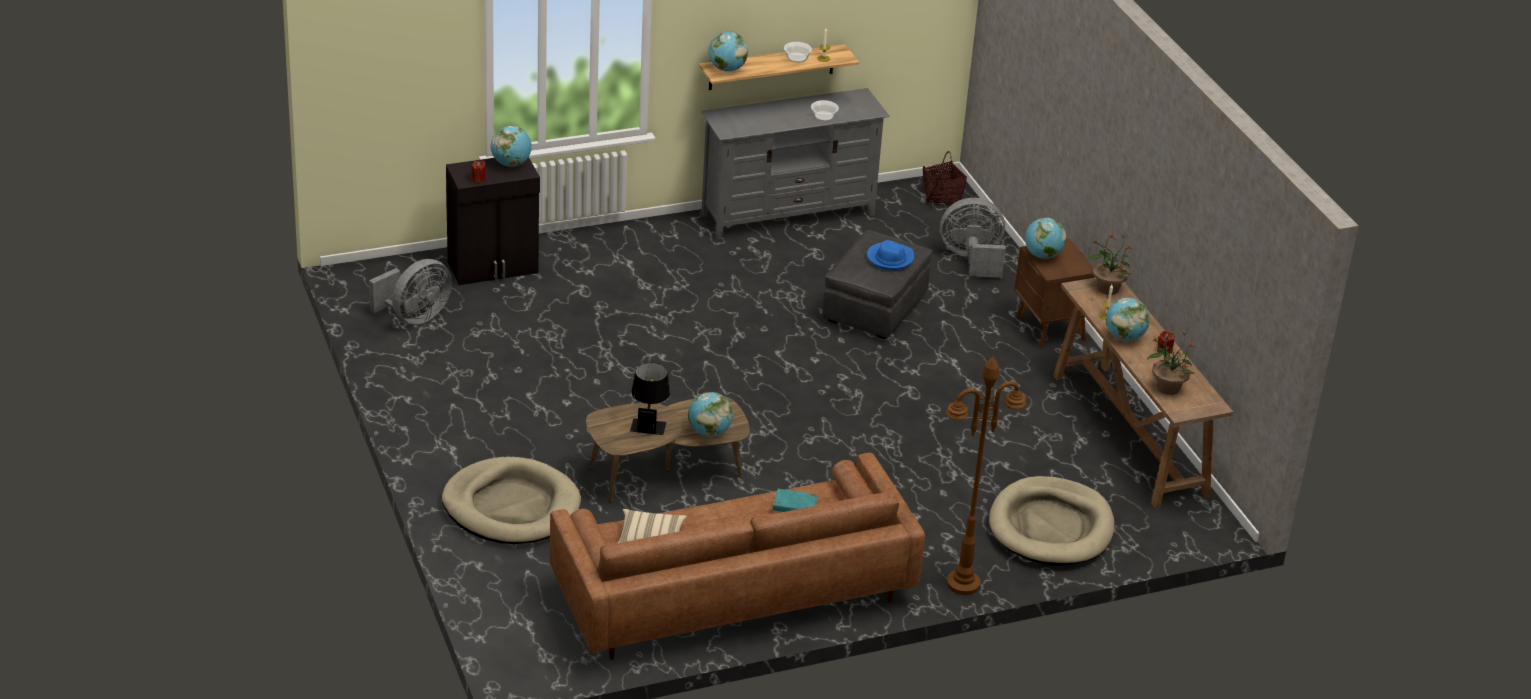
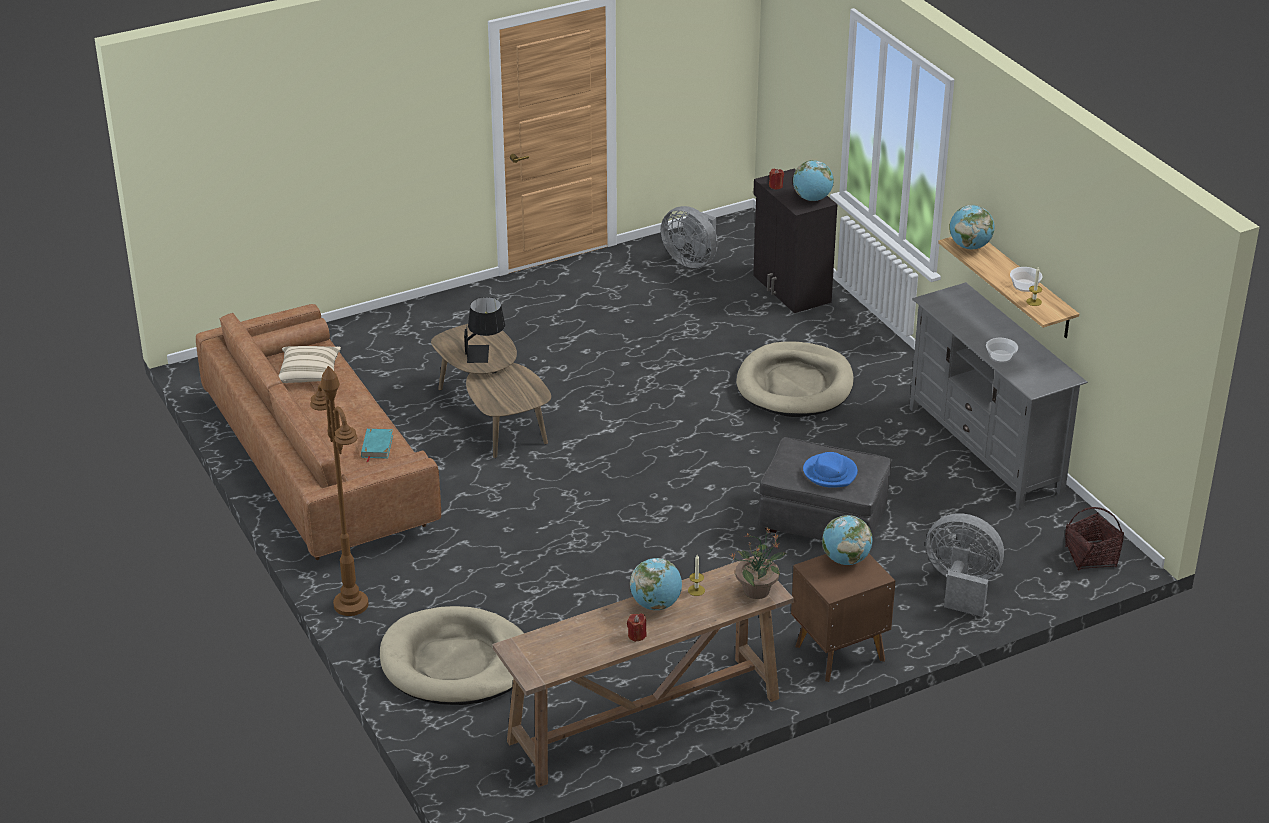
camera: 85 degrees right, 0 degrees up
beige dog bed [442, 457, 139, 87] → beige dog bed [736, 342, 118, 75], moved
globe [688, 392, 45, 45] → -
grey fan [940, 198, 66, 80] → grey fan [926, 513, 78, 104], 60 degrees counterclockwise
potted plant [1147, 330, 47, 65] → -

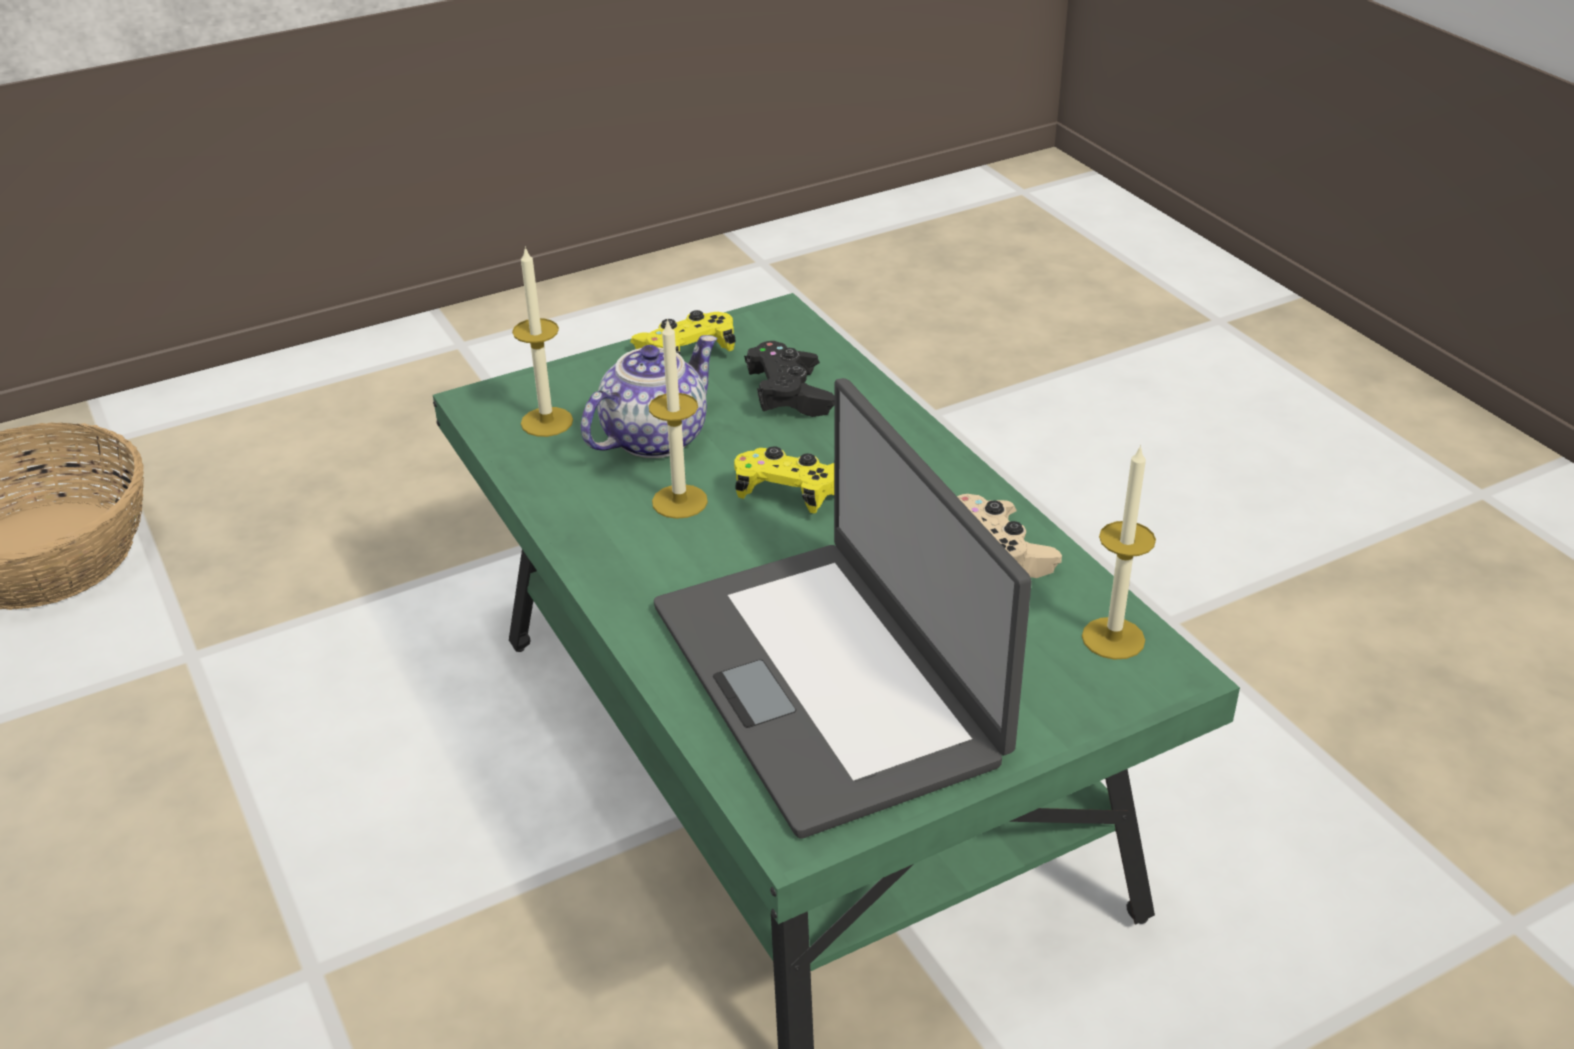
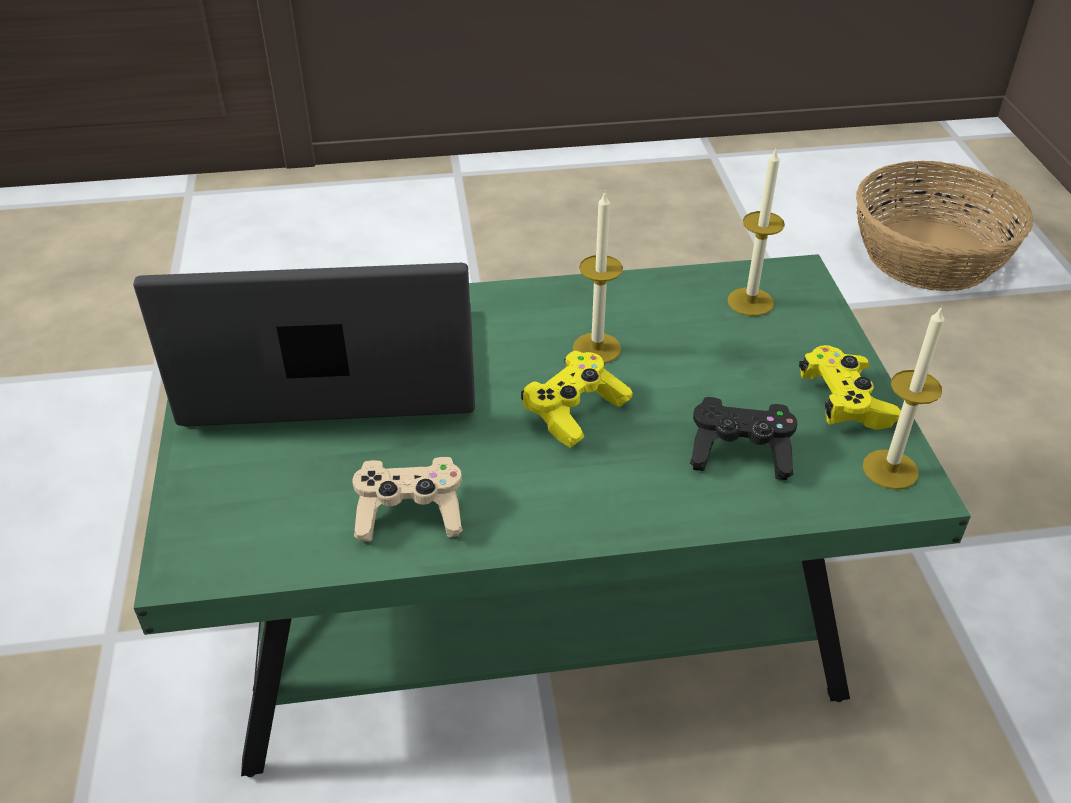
camera: 110 degrees right, 5 degrees up
teapot [581, 335, 136, 123] → -
candle [1082, 444, 74, 216] → candle [863, 306, 81, 184], moved

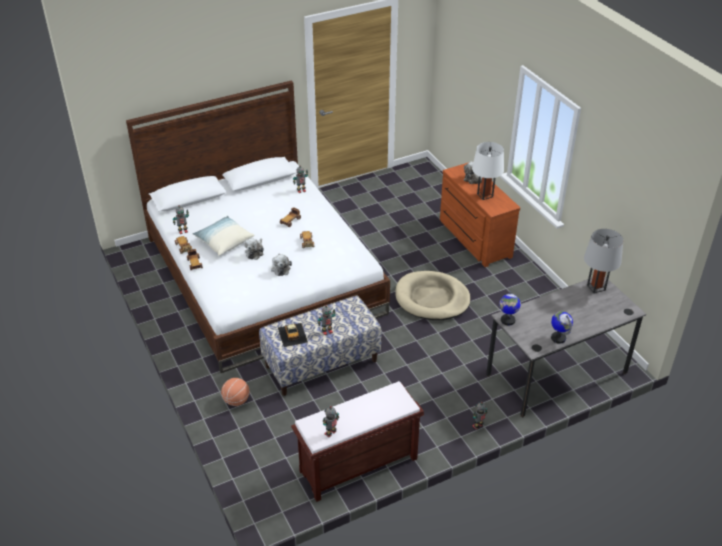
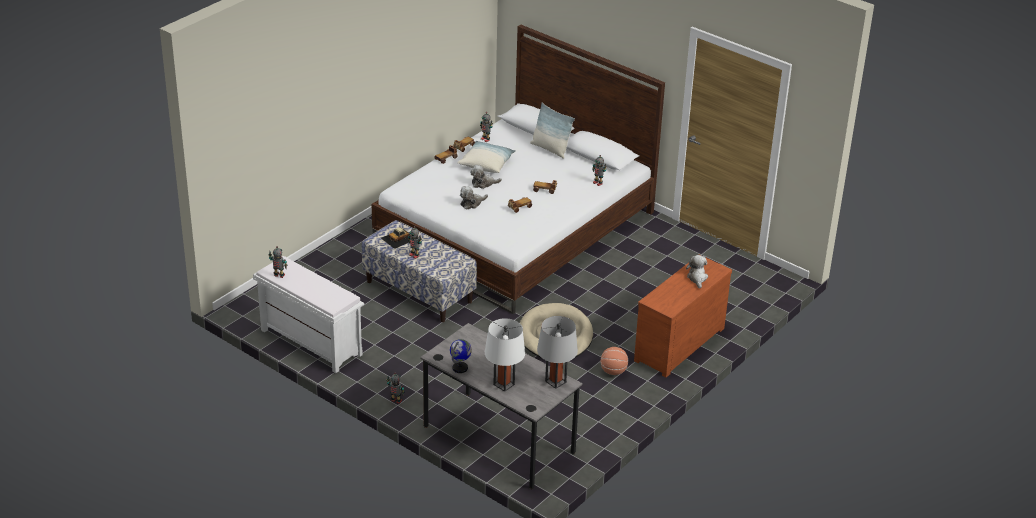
camera: 65 degrees right, 5 degrees down
basketball [221, 378, 29, 28] → basketball [601, 347, 27, 28], moved
brown bench [291, 381, 133, 121] → white bench [253, 256, 111, 117]
white table lamp [472, 142, 32, 58] → white table lamp [485, 318, 40, 74], moved
globe [499, 291, 21, 34] → -
- → pillow [530, 102, 45, 57]

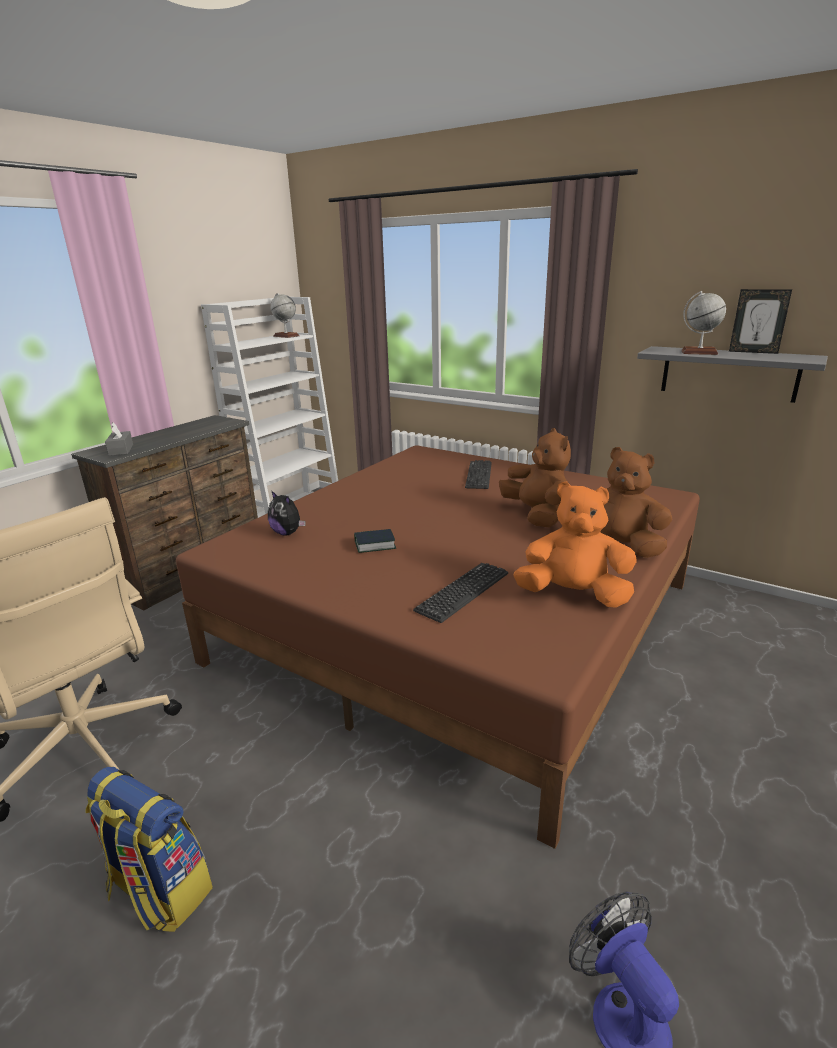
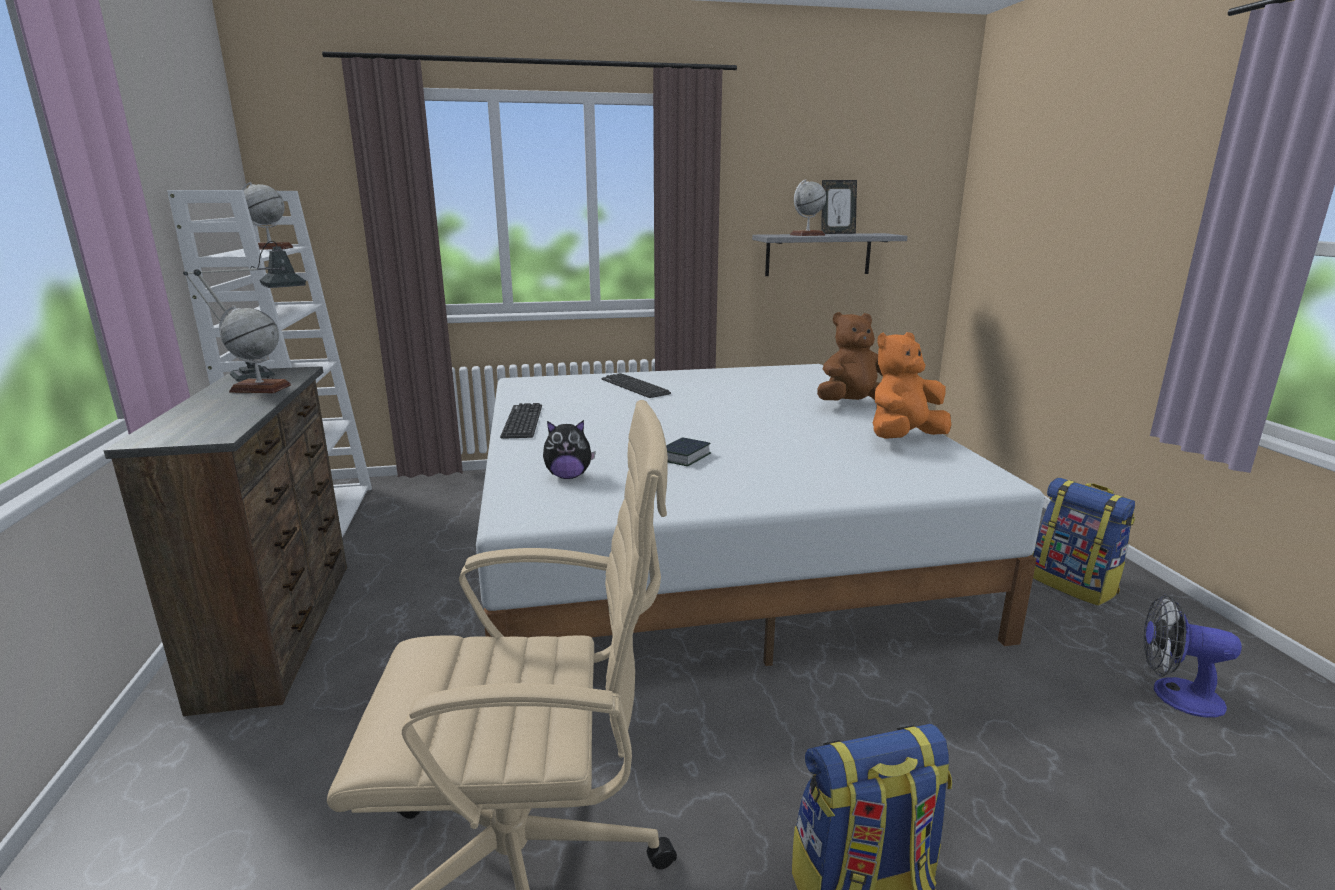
camera: 45 degrees left, 5 degrees down
grey tissue box [105, 423, 28, 33] → -
brown bed [176, 445, 524, 404] → white bed [476, 364, 568, 302]
keyboard [413, 563, 95, 60] → keyboard [500, 403, 42, 36], moved
brown plush toy [499, 428, 72, 100] → -
- → table lamp [183, 241, 123, 140]
- → globe [219, 305, 72, 88]
- → backpack [1032, 478, 103, 128]

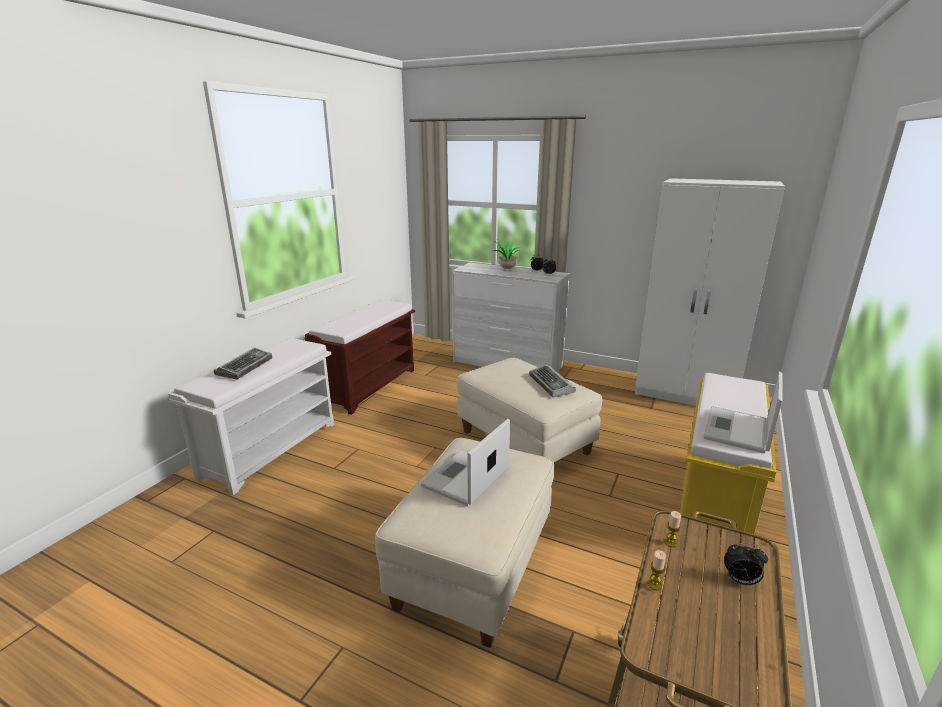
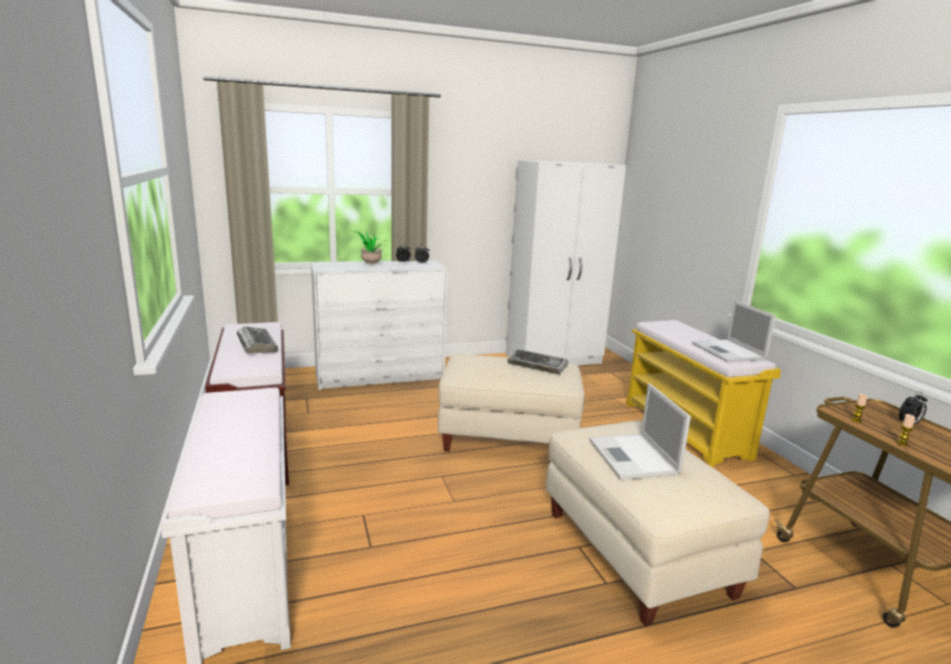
camera: 45 degrees left, 5 degrees down
keyboard [214, 347, 58, 33] → keyboard [237, 326, 41, 28], moved

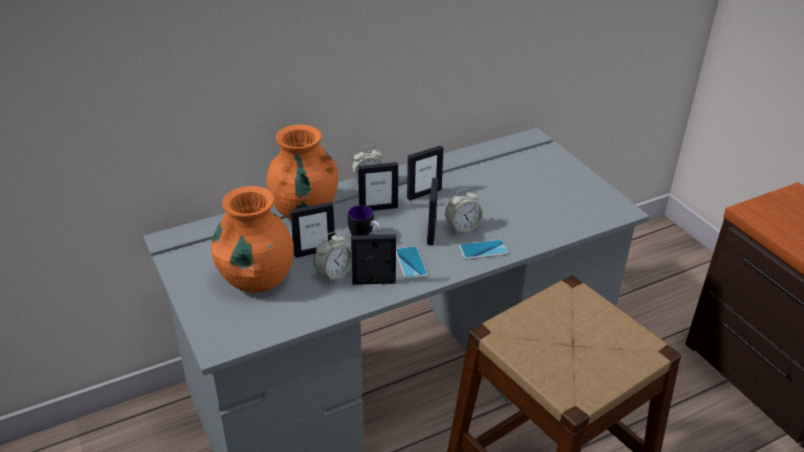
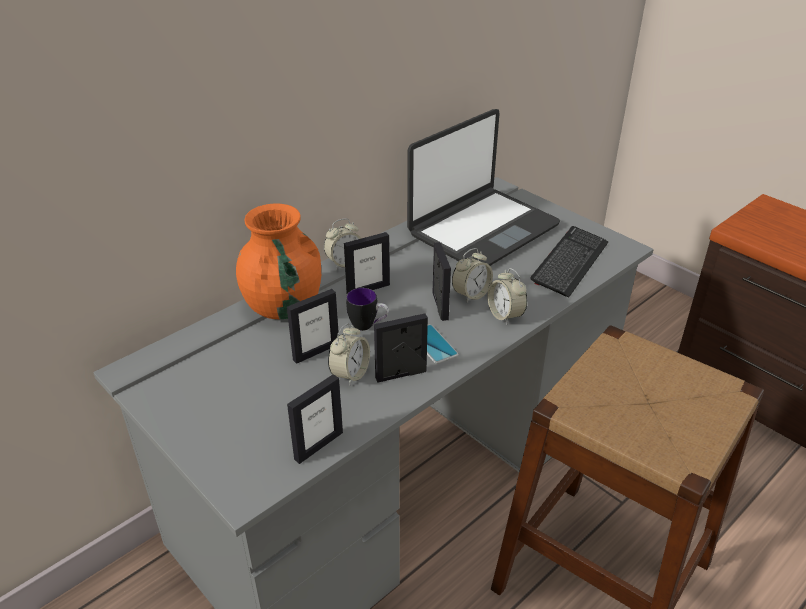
camera: 15 degrees left, 0 degrees up
orange vase [211, 186, 83, 107] → -
picture frame [407, 145, 37, 56] → picture frame [287, 374, 56, 90], moved
phone [459, 240, 50, 19] → alarm clock [487, 268, 40, 57]
- → laptop [407, 109, 153, 157]
- → keyboard [531, 226, 77, 72]

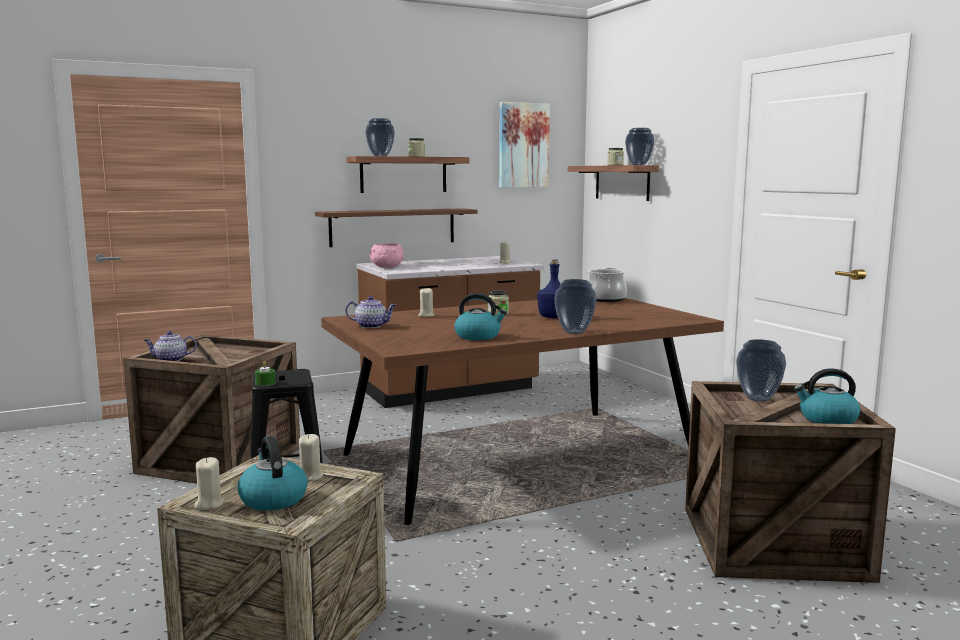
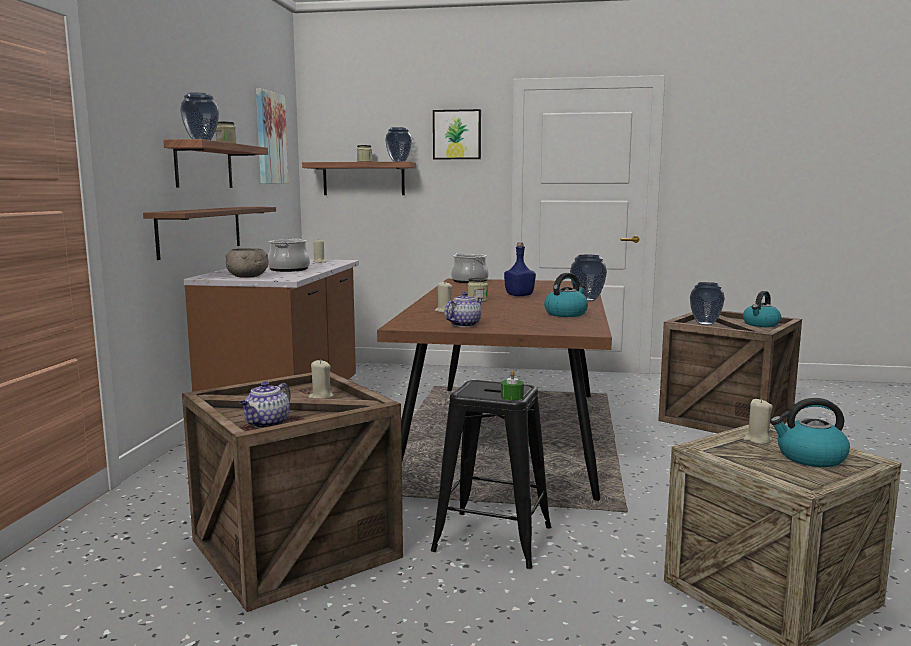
camera: 55 degrees left, 0 degrees up
beige candle [195, 457, 29, 53] → beige candle [308, 360, 26, 39], moved
pink bowl [369, 243, 35, 25] → grey bowl [225, 248, 44, 30]
- → cooking pot [268, 238, 42, 34]
- → picture [433, 109, 48, 50]

